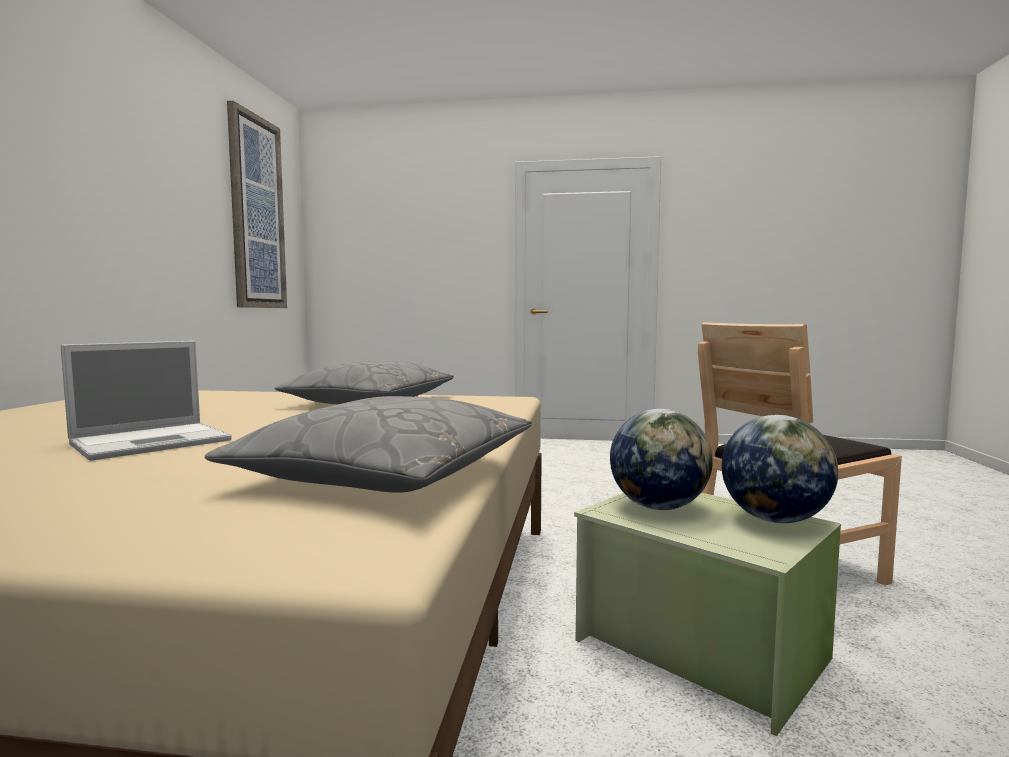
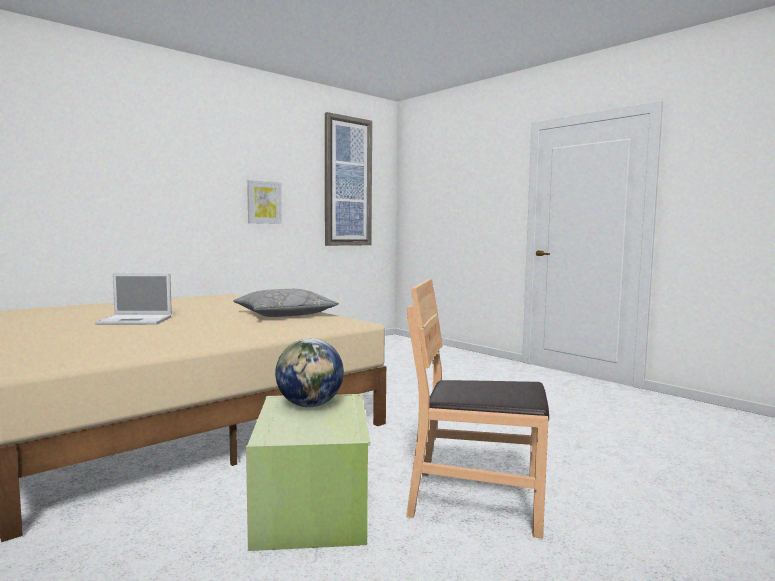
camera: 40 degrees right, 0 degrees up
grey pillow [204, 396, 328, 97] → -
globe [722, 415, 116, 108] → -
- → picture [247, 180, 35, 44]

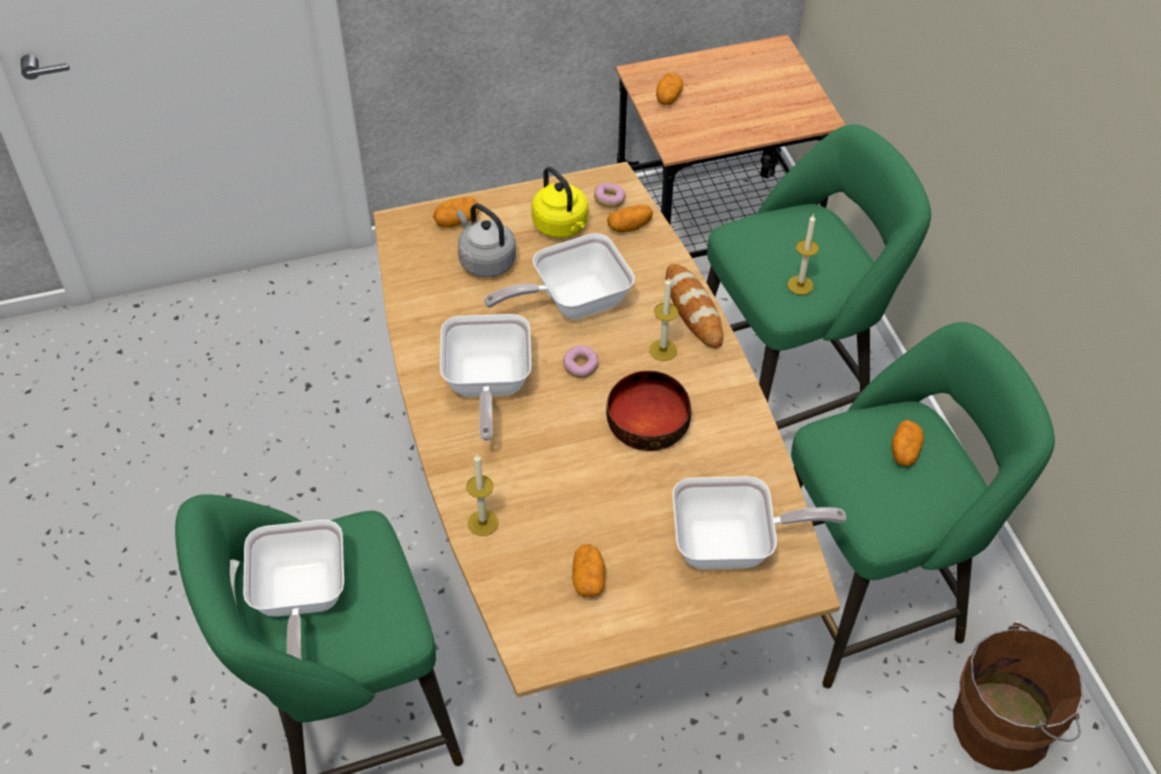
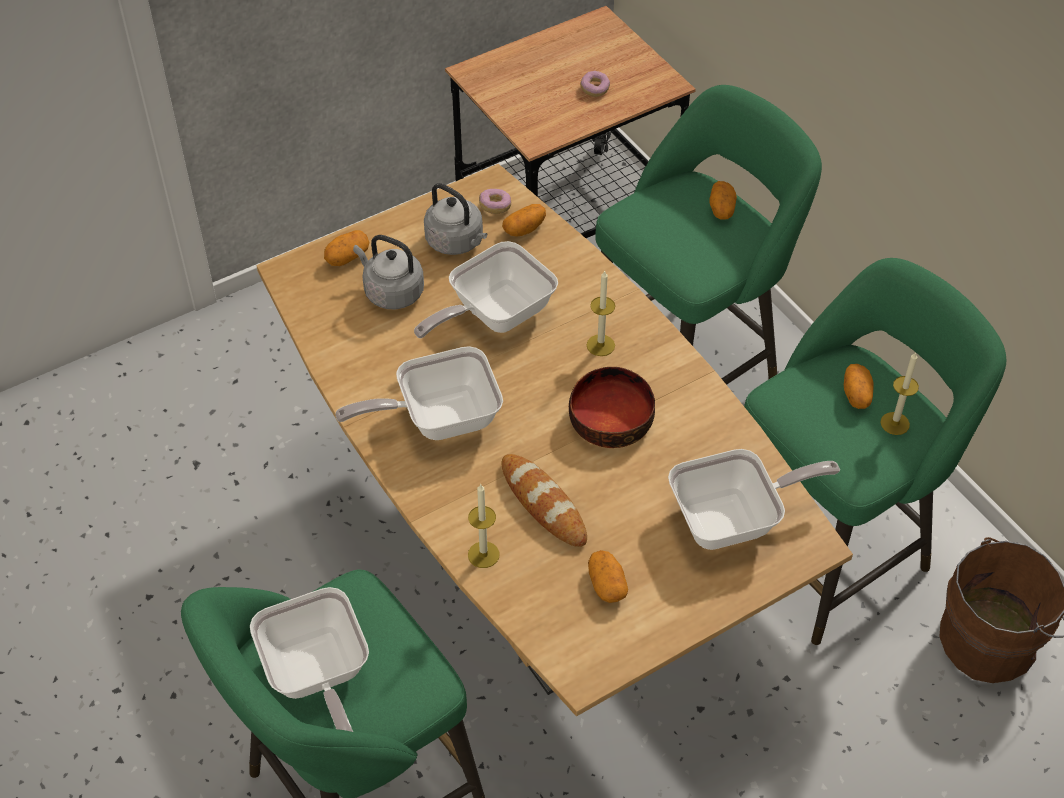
camera: 15 degrees left, 0 degrees up
frying pan [440, 314, 92, 127] → frying pan [335, 346, 168, 94], 90 degrees clockwise
yellow kettle [532, 167, 56, 71] → grey kettle [424, 183, 63, 72]
donut [563, 345, 36, 33] → donut [580, 71, 30, 26], moved
potato [656, 72, 27, 33] → potato [709, 181, 28, 38], moved
bread [666, 264, 57, 84] → bread [502, 454, 85, 93], moved
candle [788, 214, 31, 81] → candle [881, 352, 38, 83], moved

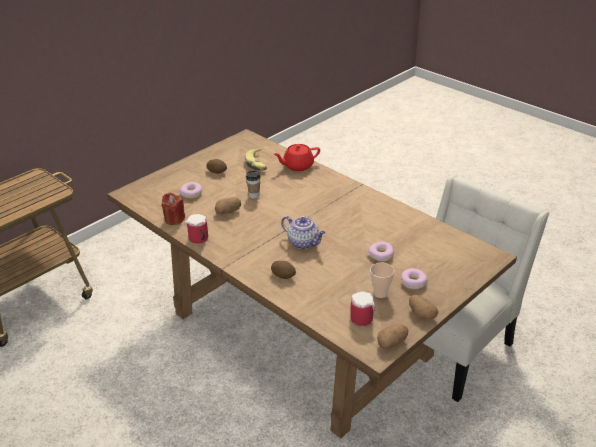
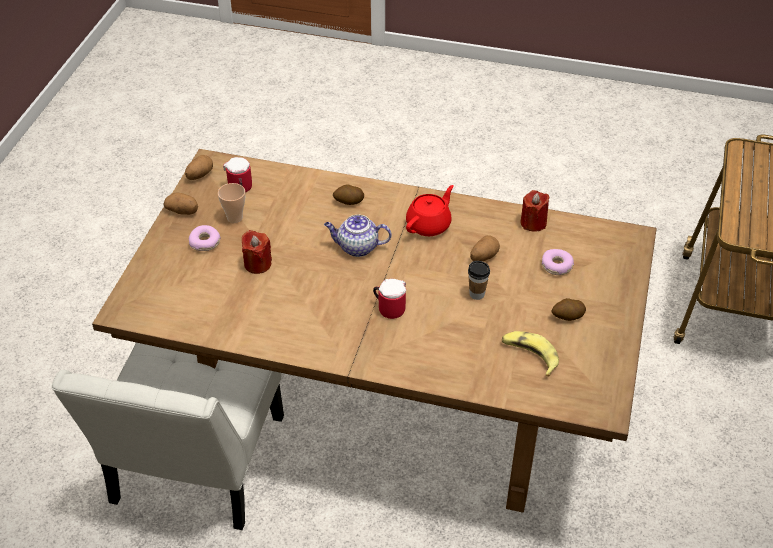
camera: 150 degrees right, 10 degrees up
mug [184, 214, 24, 30] → mug [373, 279, 33, 40], moved
red teapot [273, 144, 47, 27] → red teapot [406, 185, 48, 51], moved
donut [368, 242, 26, 19] → red candle [242, 230, 30, 44]

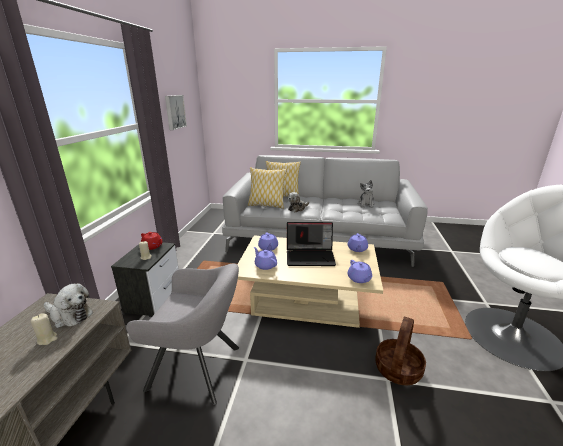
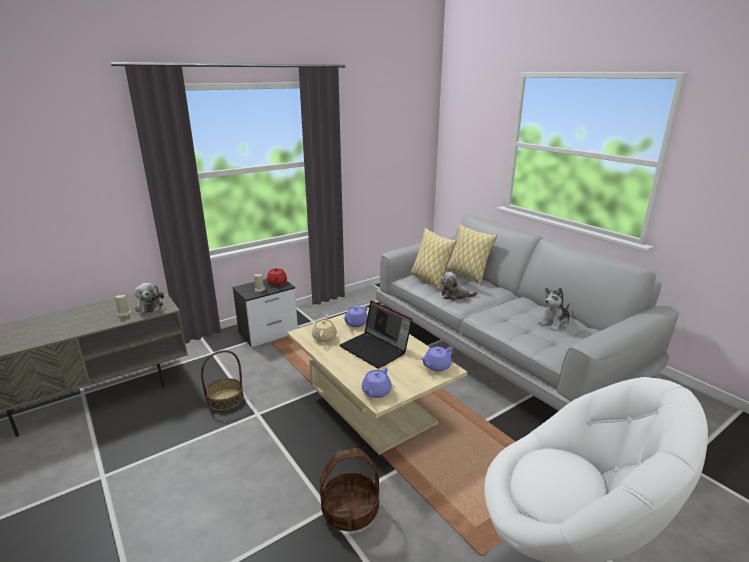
camera: 45 degrees right, 0 degrees up
grey armchair [126, 264, 113, 141] → basket [201, 350, 43, 61]
picture [165, 95, 22, 35] → -
purple teapot [254, 247, 23, 23] → beige teapot [312, 314, 25, 28]

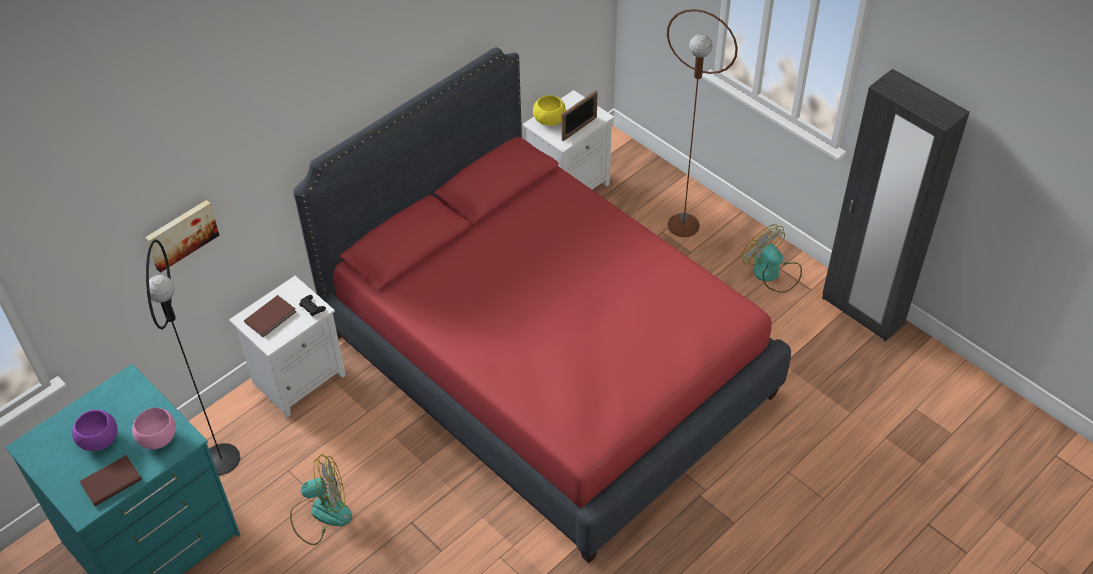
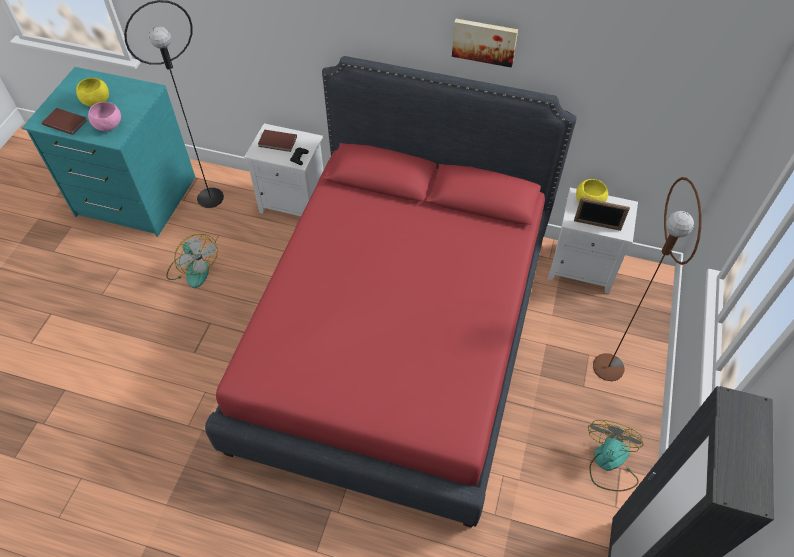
camera: 60 degrees right, 5 degrees up
purple bowl [72, 410, 45, 41] → yellow bowl [76, 78, 33, 29]
picture [145, 200, 74, 73] → picture [452, 19, 66, 49], moved

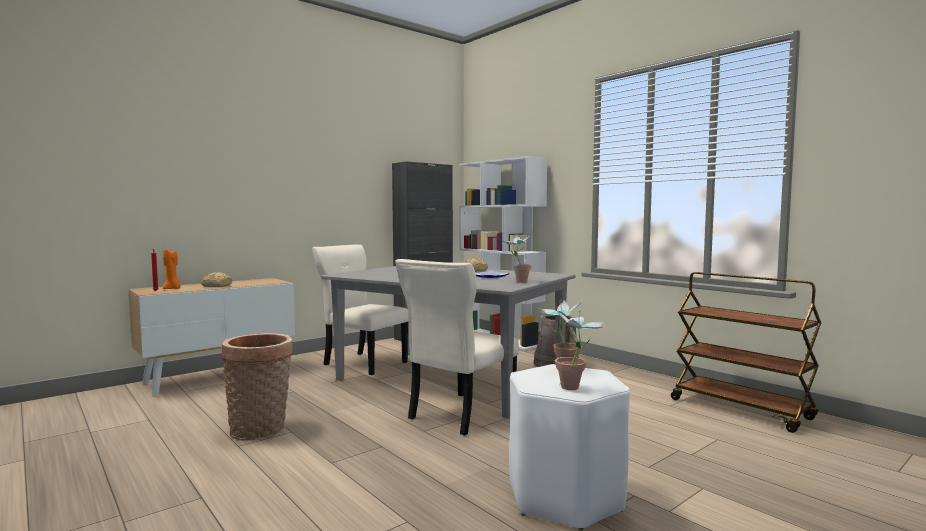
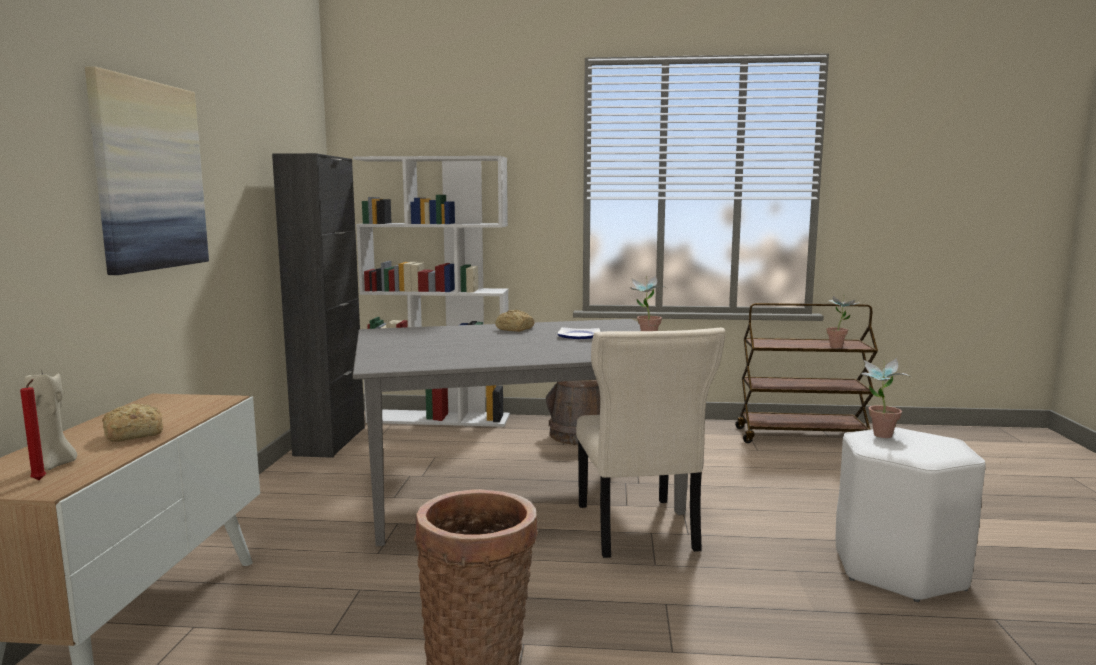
camera: 45 degrees left, 5 degrees up
orange candle [163, 249, 18, 40] → beige candle [25, 373, 52, 97]
beige chair [312, 244, 97, 131] → -
potted plant [555, 310, 50, 80] → potted plant [826, 296, 34, 52], moved
- → picture [85, 66, 124, 209]

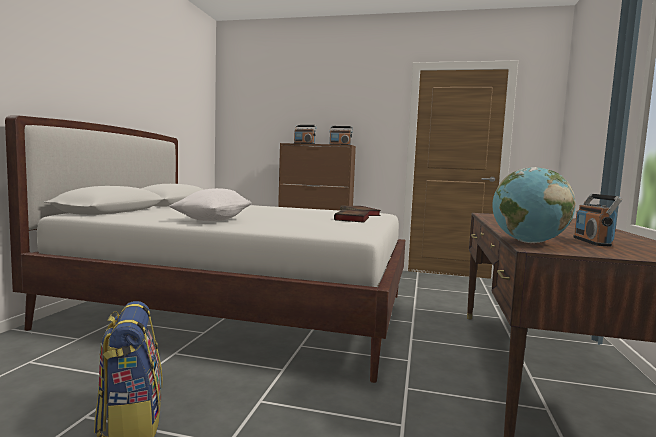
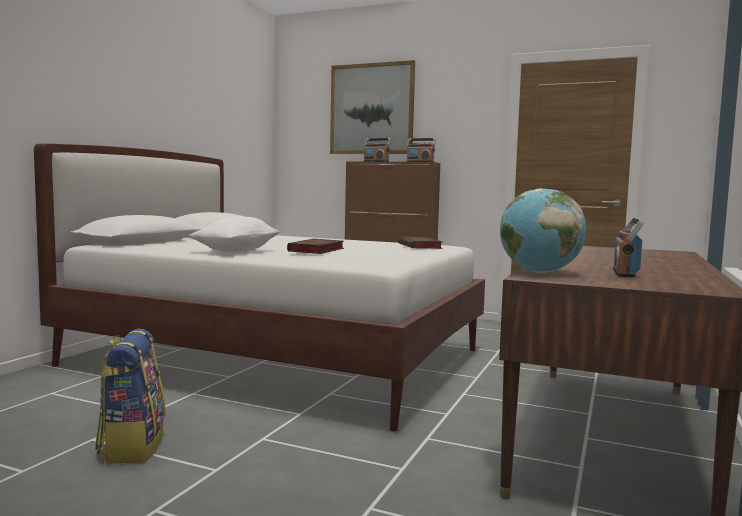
camera: 10 degrees right, 0 degrees up
book [334, 209, 36, 14] → book [287, 239, 57, 15], moved
- → picture [330, 60, 85, 94]

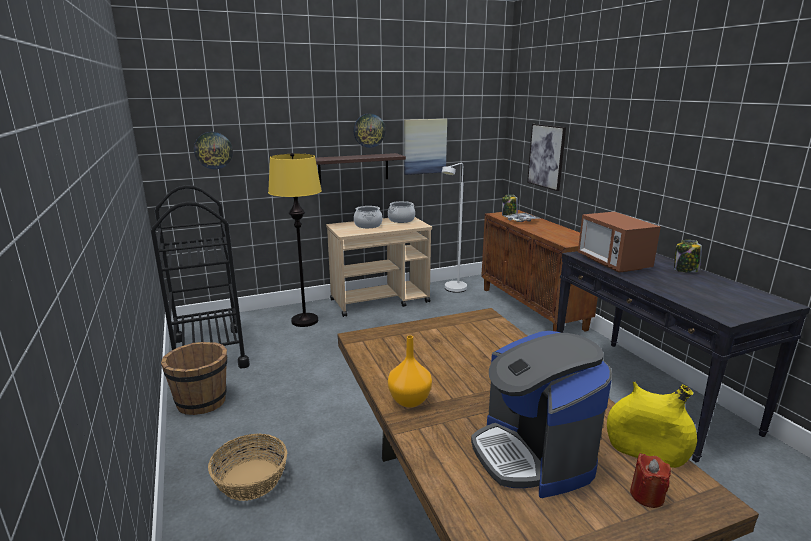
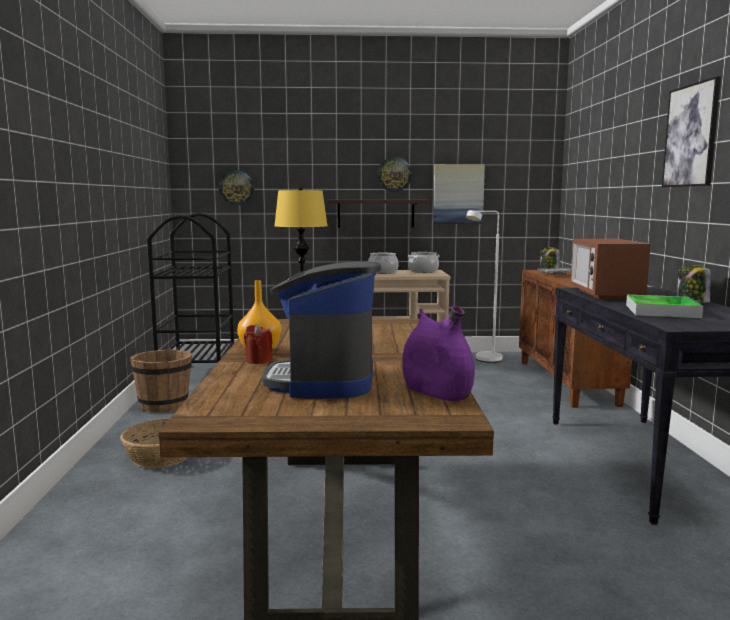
camera: 20 degrees right, 10 degrees down
picture [527, 124, 39, 67] → picture [662, 76, 59, 111], moved
yellow vase [607, 382, 90, 86] → purple vase [403, 306, 72, 95]
red candle [630, 453, 41, 55] → red candle [244, 324, 29, 40], moved
- → tray [626, 295, 77, 23]

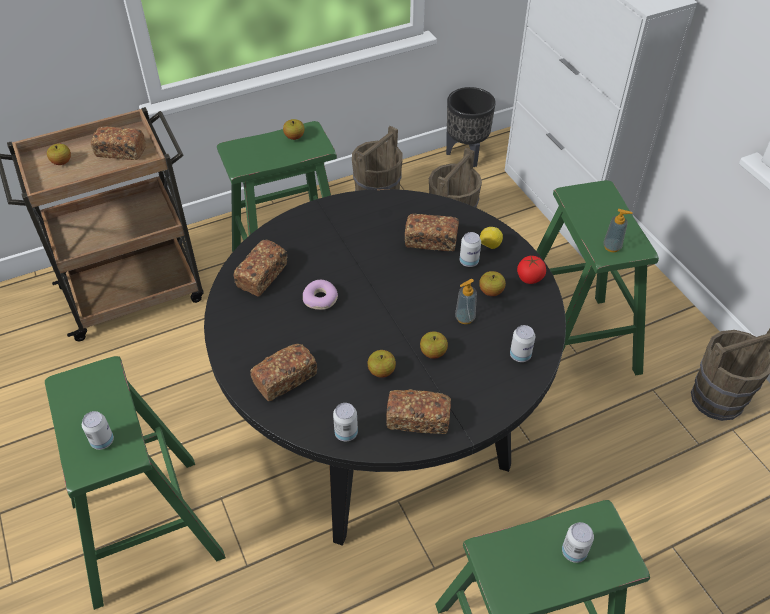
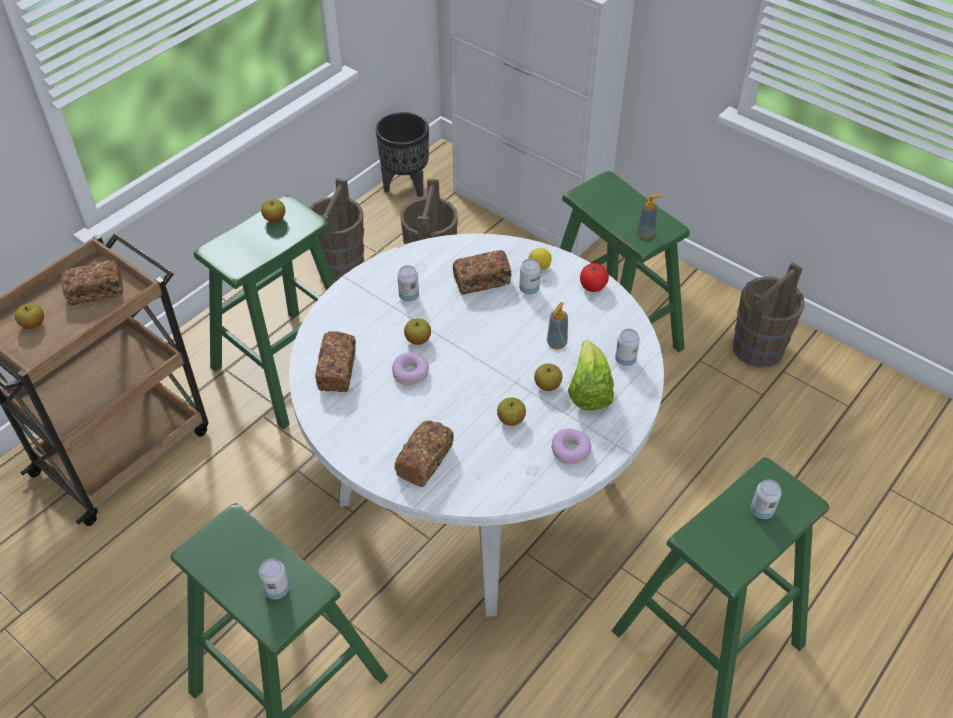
camera: 25 degrees left, 0 degrees up
black dining table [204, 189, 362, 357] → white dining table [289, 234, 375, 383]
can [333, 403, 25, 39] → can [397, 265, 22, 37], moved
bread [386, 389, 65, 45] → donut [551, 428, 40, 36]
apple [479, 271, 27, 25] → apple [404, 318, 27, 27], moved
- → lettuce [568, 341, 46, 69]

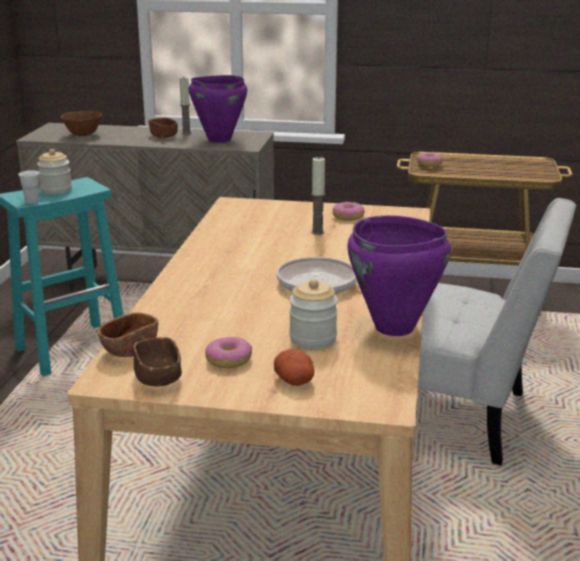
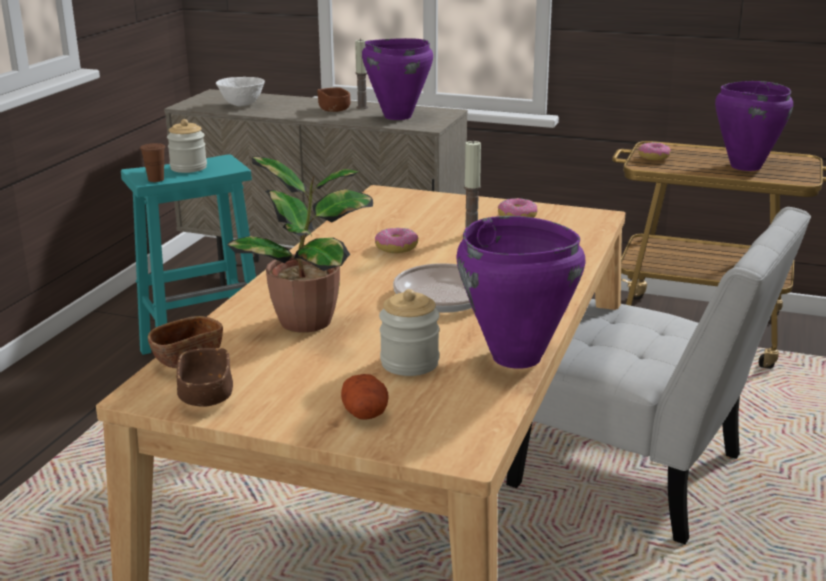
camera: 10 degrees right, 0 degrees up
white cup [18, 170, 22, 34] → brown cup [140, 143, 25, 39]
brown bowl [60, 111, 42, 25] → white bowl [216, 77, 49, 29]
donut [205, 337, 47, 31] → donut [375, 228, 43, 25], moved
- → potted plant [227, 156, 146, 177]
- → purple cooking pot [715, 81, 78, 90]

